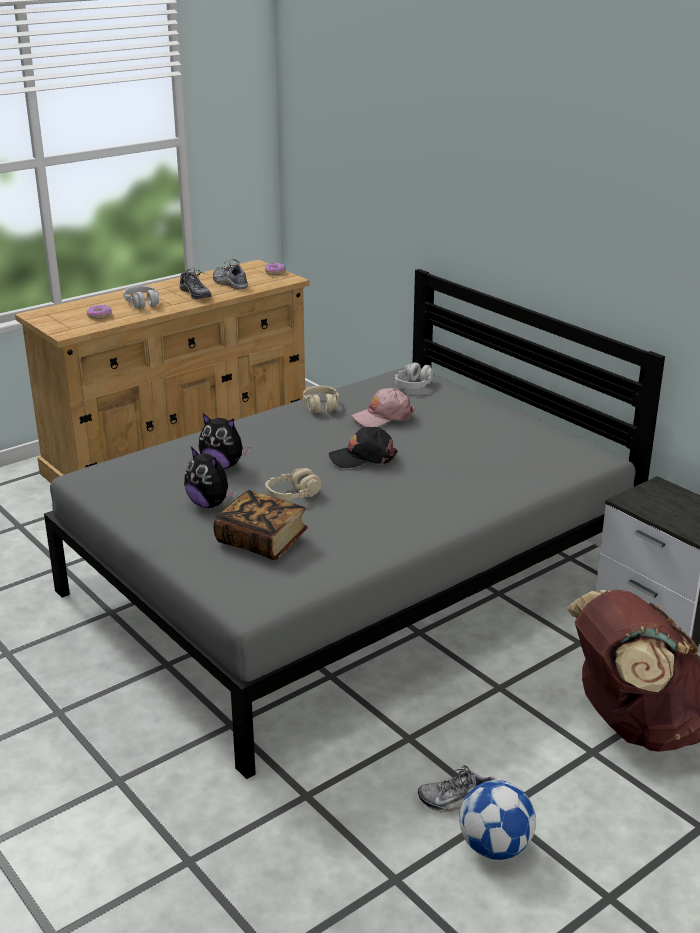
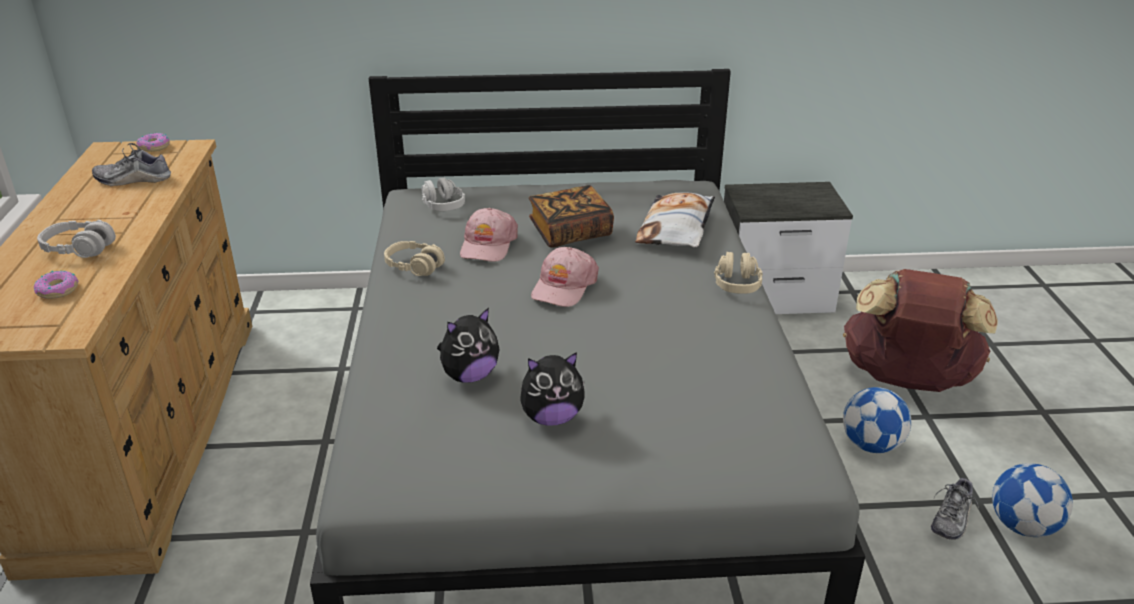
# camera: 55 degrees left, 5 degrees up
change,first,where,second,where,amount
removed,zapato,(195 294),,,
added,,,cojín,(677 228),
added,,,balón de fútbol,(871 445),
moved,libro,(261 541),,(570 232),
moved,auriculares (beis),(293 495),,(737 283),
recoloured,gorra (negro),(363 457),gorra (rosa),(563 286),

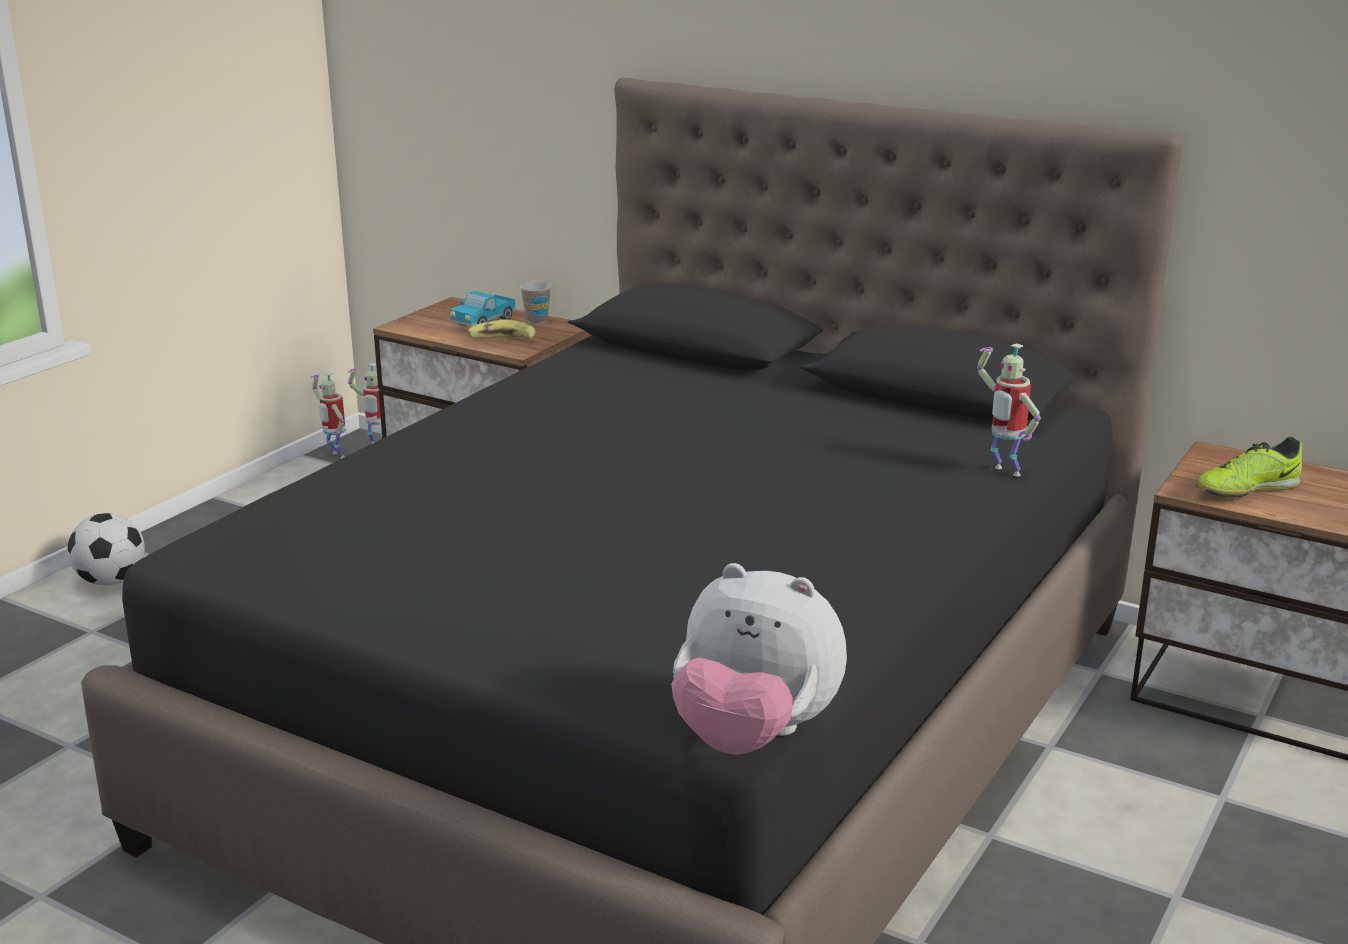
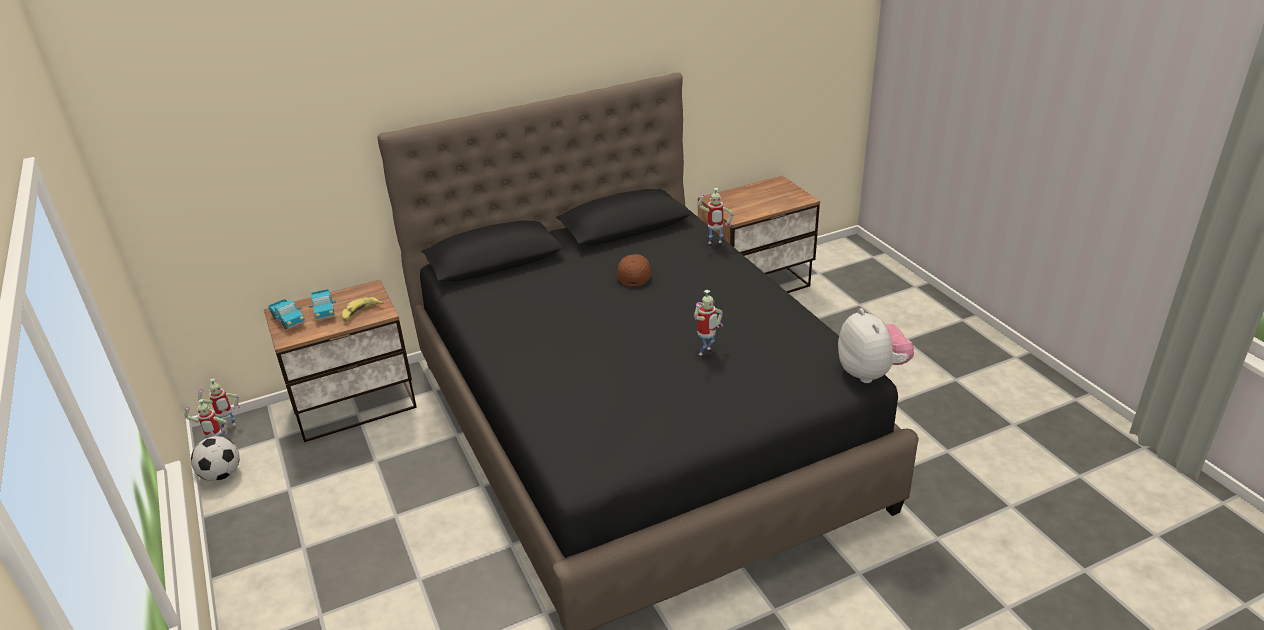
# camera: 55 degrees left, 10 degrees up
change,first,where,second,where,amount
removed,taza,(537 320),,,
removed,zapato,(1246 490),,,
added,,,camión de juguete,(288 320),
added,,,gorra (marrón),(634 275),
added,,,robot de juguete,(706 352),
moved,balón de fútbol,(112 581),,(221 474),
turned,peluche,(754 736),,(871 373),75 degrees counterclockwise

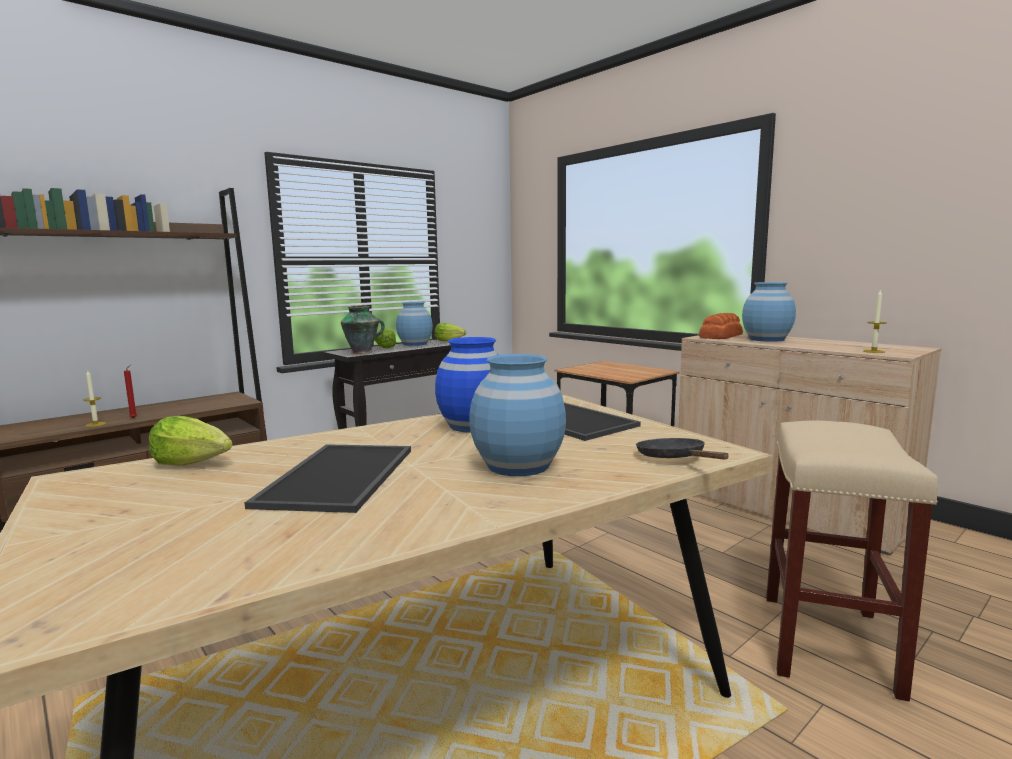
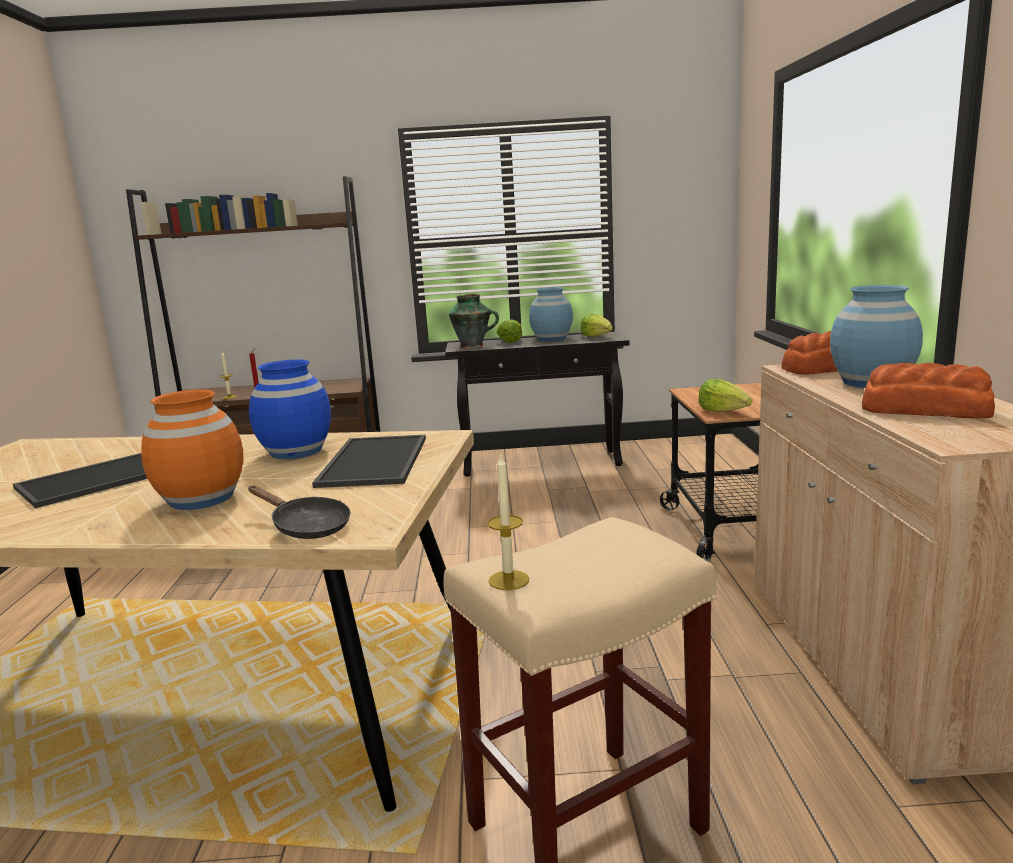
# camera: 40 degrees right, 5 degrees up
change,first,where,second,where,amount
added,,,pan,(923 410),
moved,lechuga,(193 463),,(724 411),
moved,vela,(874 351),,(509 580),
recoloured,florero (azul),(518 465),florero (naranja),(202 498),
turned,sartén (negro),(674 459),,(306 527),105 degrees clockwise

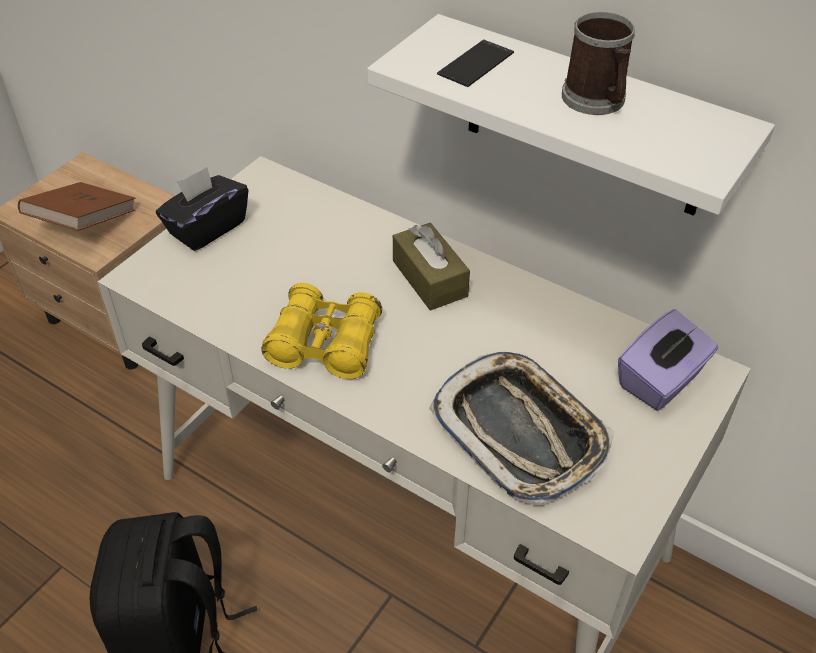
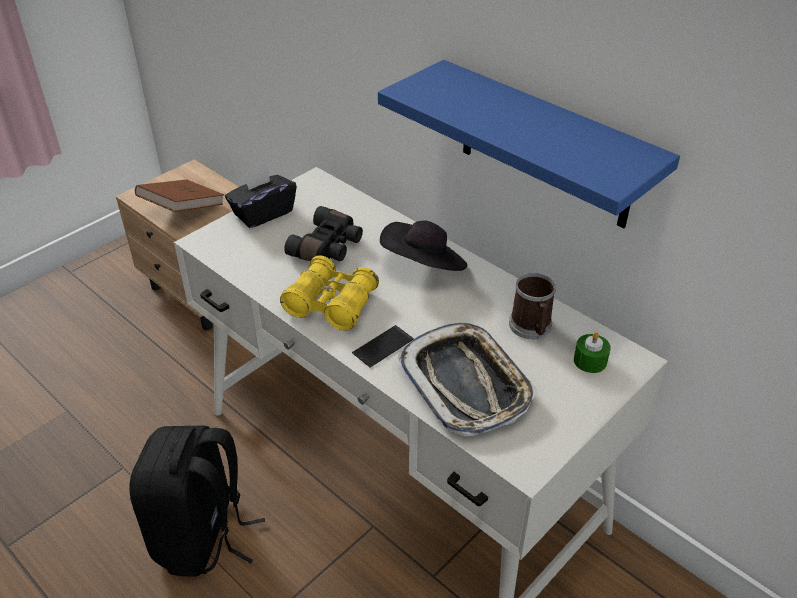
# camera: 10 degrees right, 5 degrees down
change,first,where,second,where,amount
added,,,prismáticos (negro),(328 247),
moved,móvil,(475 64),,(383 346),
moved,taza grande,(597 101),,(531 328),
replaced,caja de pañuelos (marrón),(429 278),sombrero (negro),(424 266),
replaced,caja de pañuelos (morado),(661 380),vela (verde),(590 361),
recoloured,estante (blanco),(585 119),estante (azul),(545 146),

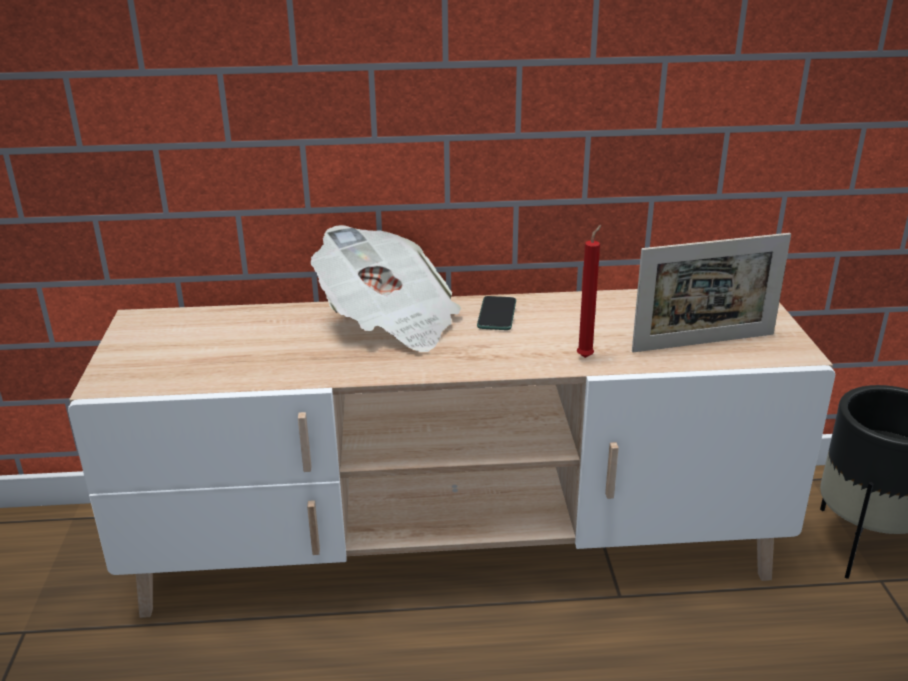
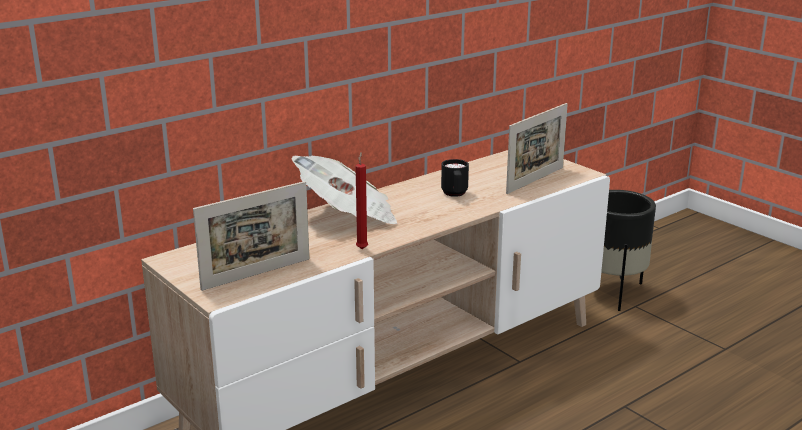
# camera: 35 degrees left, 5 degrees down
change,first,where,second,where,amount
removed,móvil,(497 314),,,
added,,,portarretratos,(256 274),
added,,,taza grande (negro),(455 194),
moved,vela (rojo),(586 356),,(362 248),

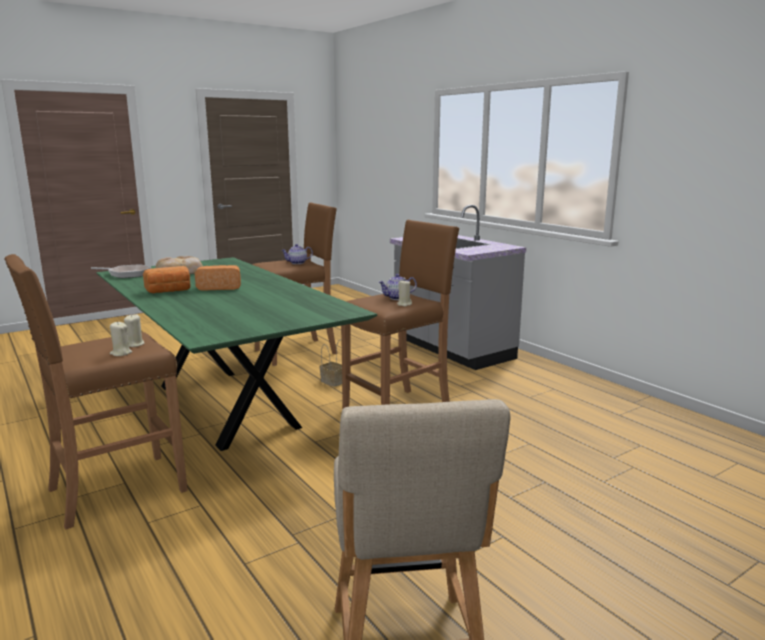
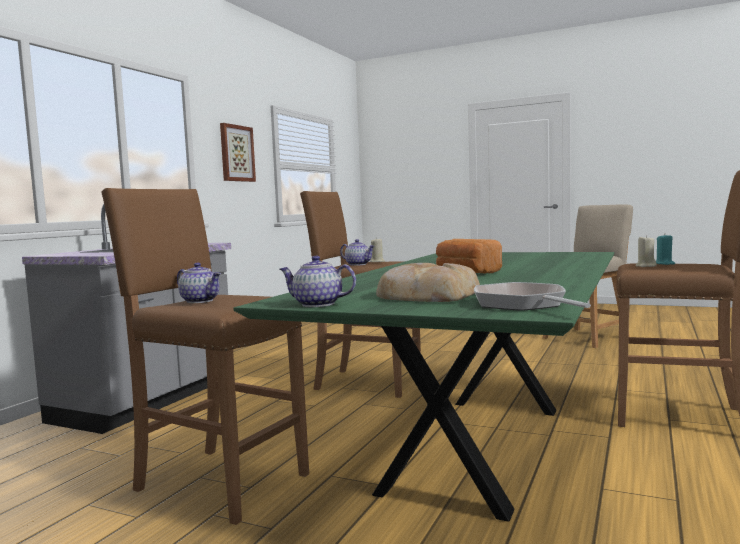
# camera: 120 degrees left, 10 degrees down
change,first,where,second,where,amount
removed,pan,(169 291),,,
removed,cesta,(334 381),,,
added,,,cuadro,(236 153),
added,,,tetera,(317 304),
recoloured,vela (beis),(121 353),vela (turquesa),(664 264),

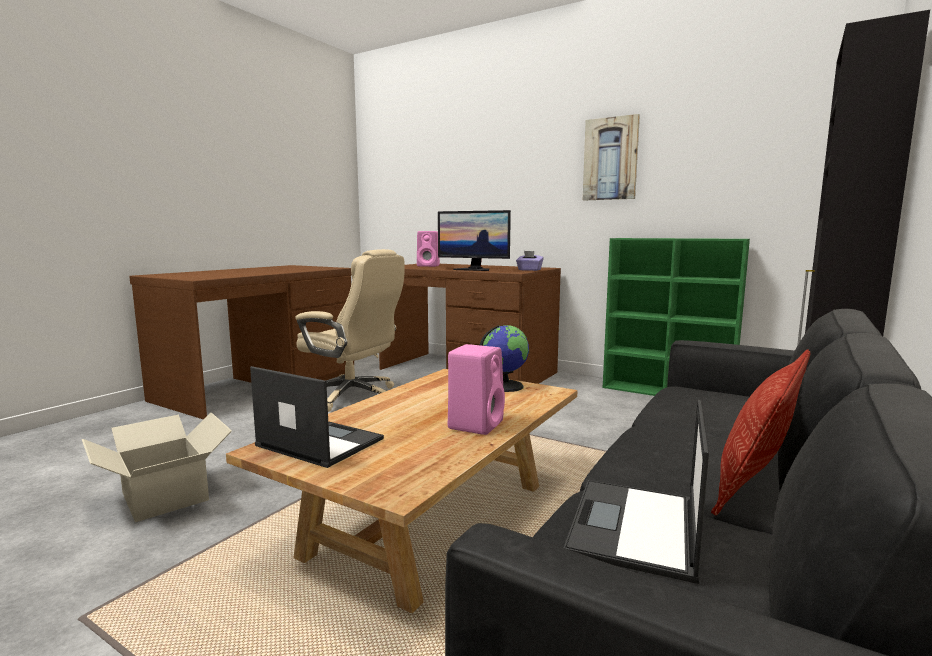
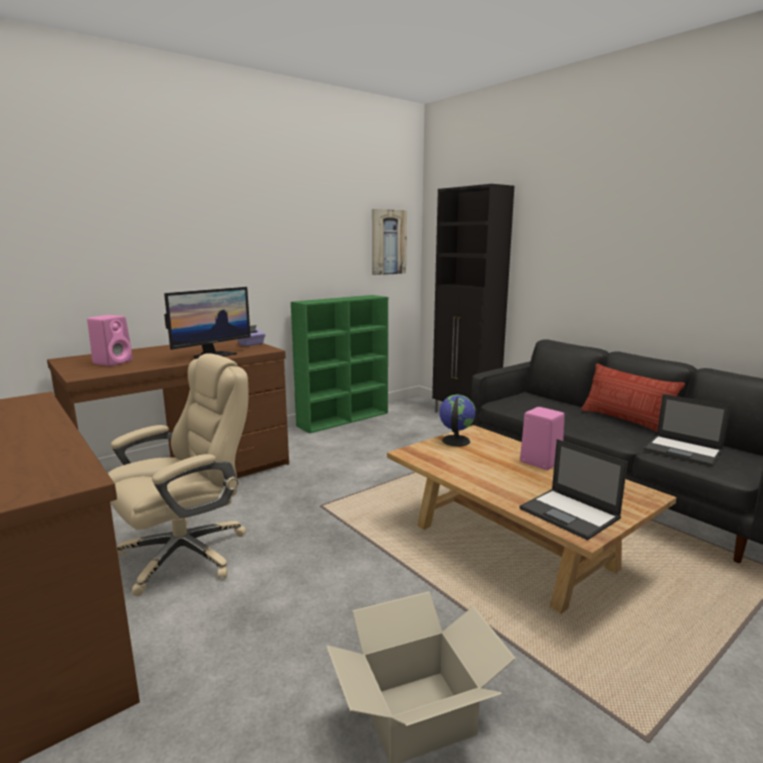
# camera: 70 degrees left, 5 degrees up
change,first,where,second,where,amount
moved,cuadro,(610 159),,(388 242),
turned,portátil,(318 442),,(570 514),90 degrees counterclockwise

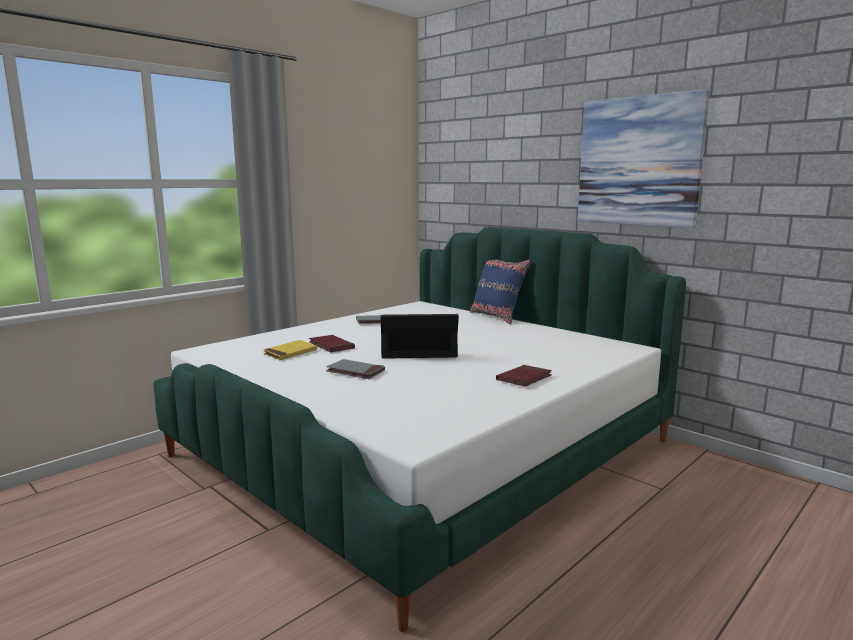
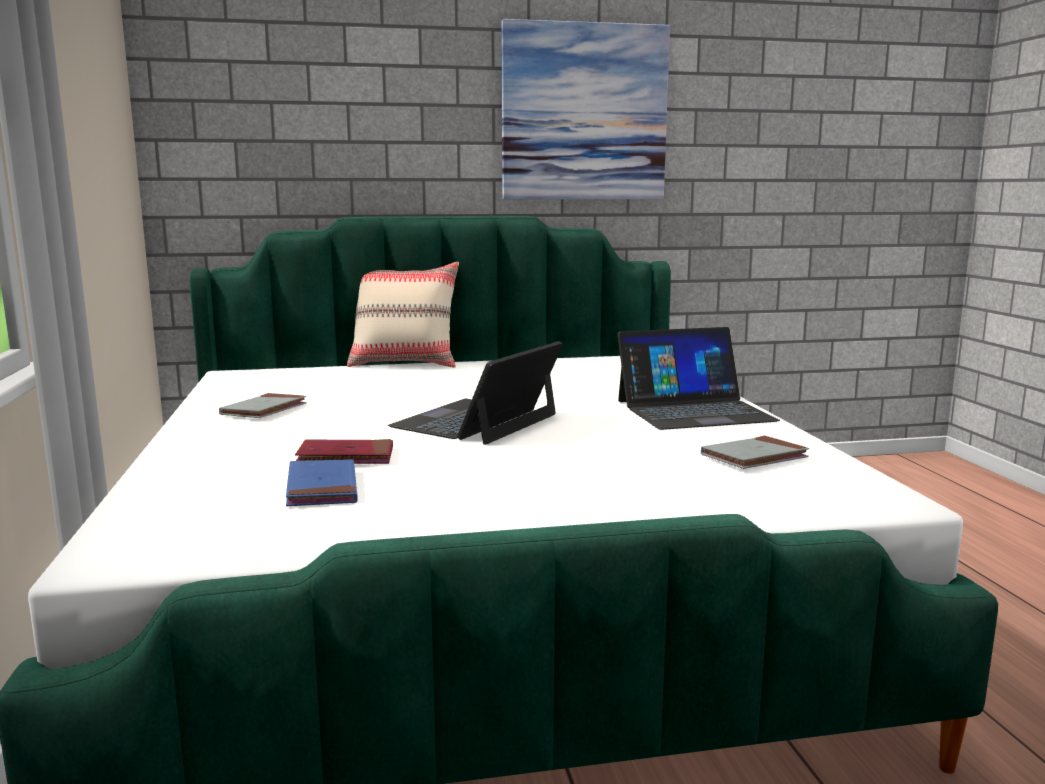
# camera: 55 degrees left, 0 degrees up
change,first,where,second,where,amount
moved,libro (gris),(355 372),,(754 457),
replaced,libro (rojo),(524 378),portátil,(694 410),
recoloured,libro (amarillo),(290 352),libro (azul),(322 488),
recoloured,cojín (azul),(497 316),cojín (beis),(404 363),

